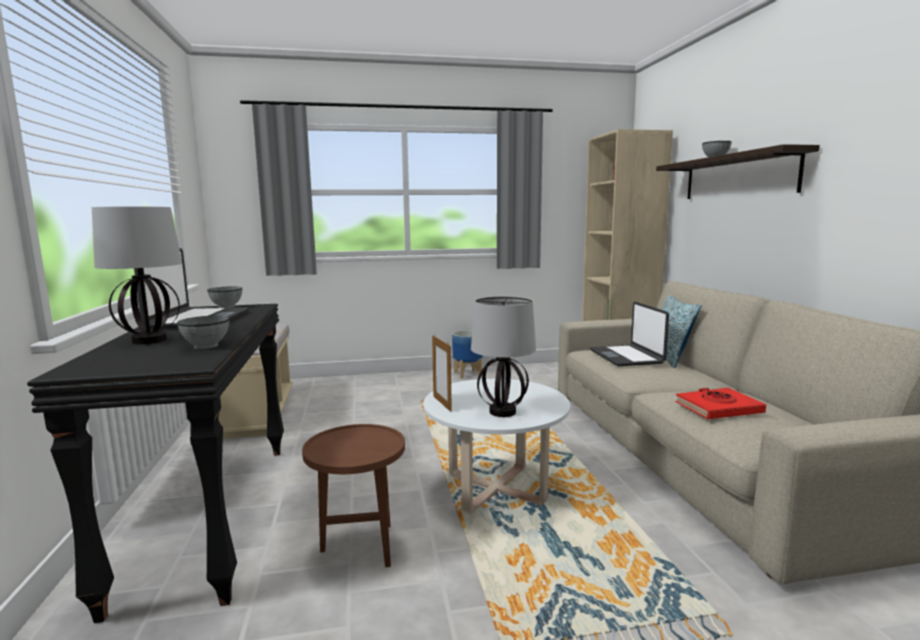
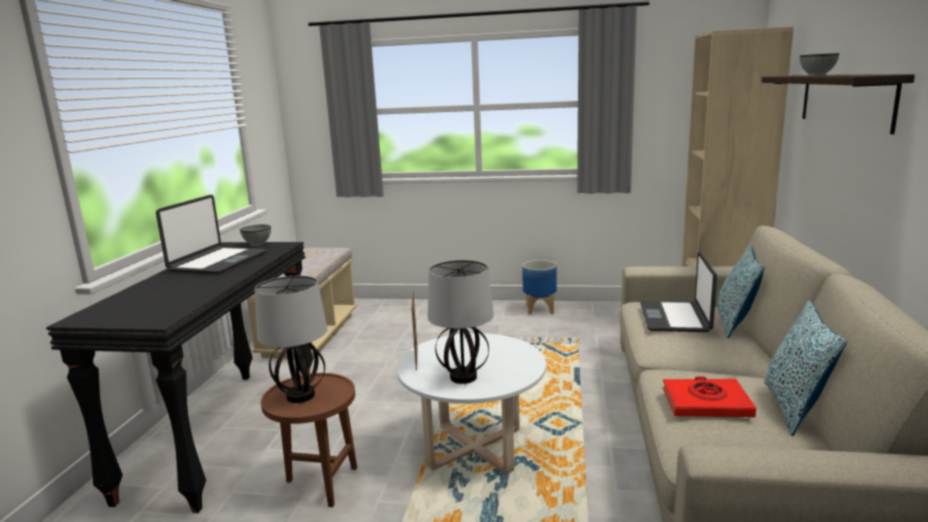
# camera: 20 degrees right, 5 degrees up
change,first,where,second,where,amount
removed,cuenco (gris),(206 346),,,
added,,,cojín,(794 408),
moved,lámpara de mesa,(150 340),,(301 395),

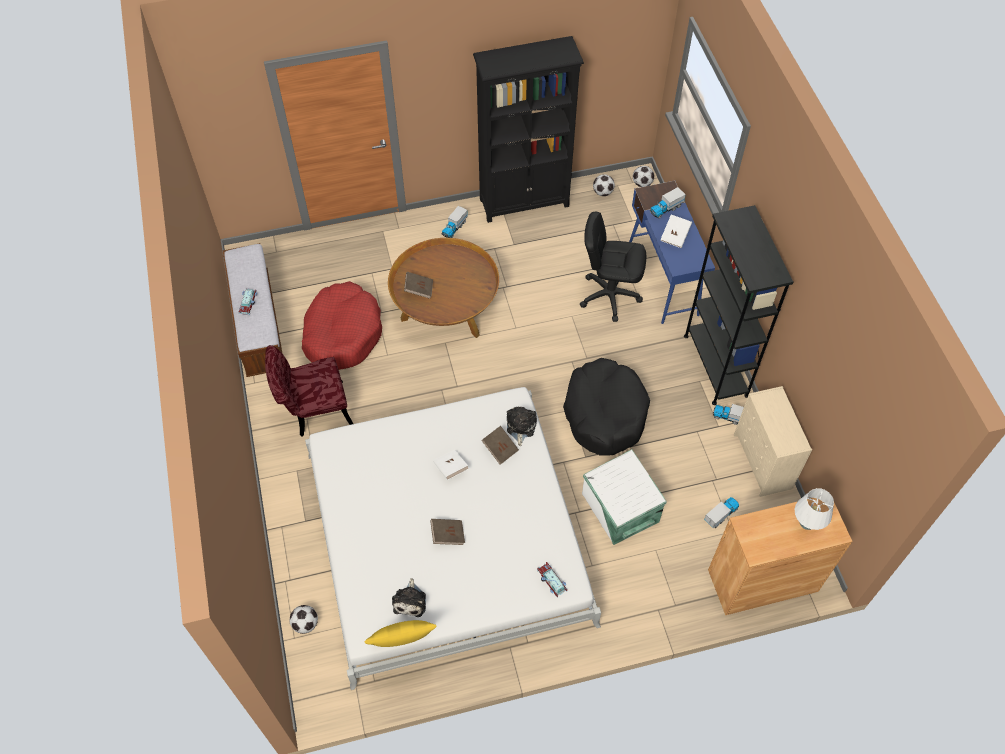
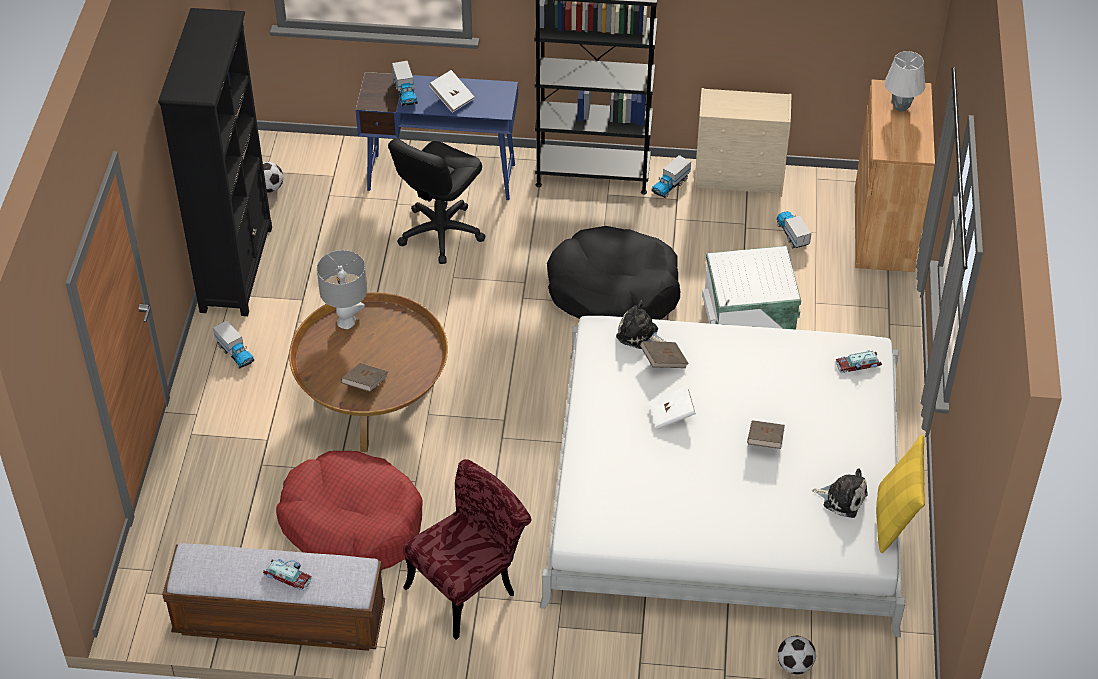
# camera: 70 degrees left, 10 degrees down
change,first,where,second,where,amount
removed,balón de fútbol,(642 184),,,
added,,,lámpara de mesa (gris),(346 321),
turned,silla (rojo),(314 411),,(469 585),135 degrees counterclockwise

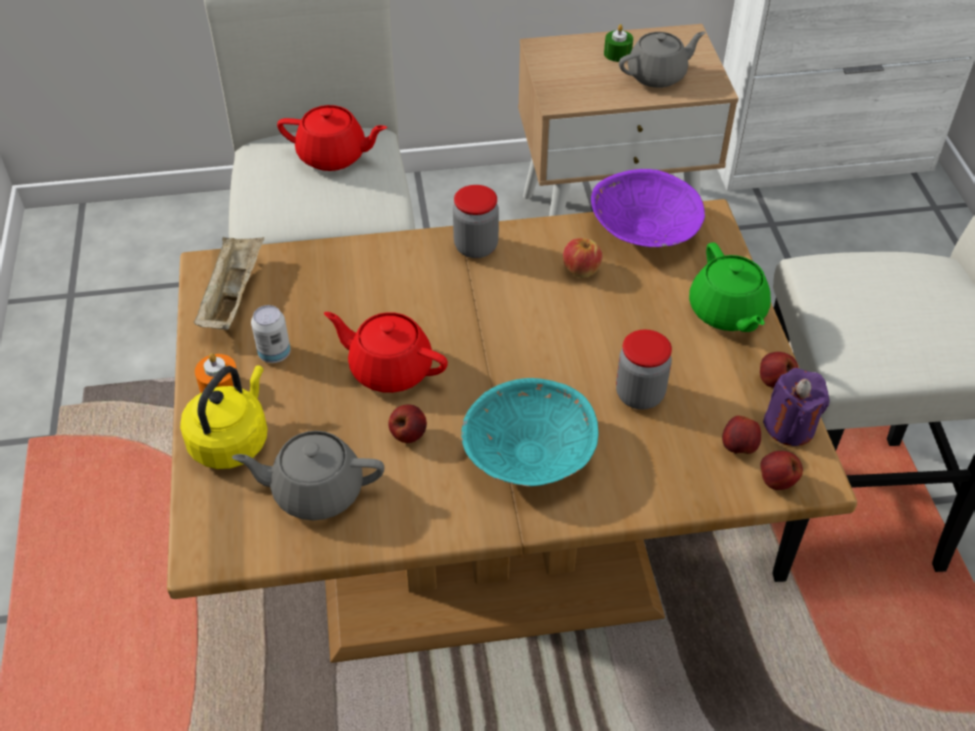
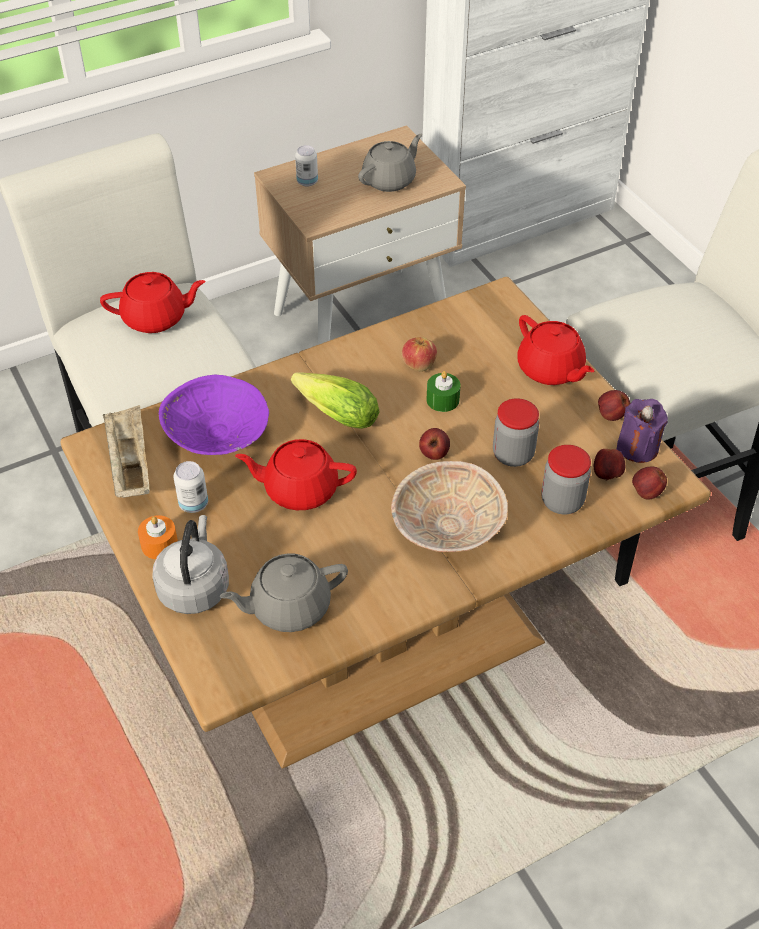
# camera: 20 degrees left, 0 degrees up
change,first,where,second,where,amount
added,,,lechuga,(333 413),
added,,,lata,(307 182),
moved,manzana,(408 435),,(434 454),
moved,tarro,(476 247),,(562 501),
moved,cuenco (morado),(645 231),,(218 435),
moved,vela (verde),(617 54),,(442 400),
recoloured,hervidor (amarillo),(232 440),hervidor (gris),(194 586),
recoloured,cuenco (turquesa),(527 453),cuenco (beis),(447 526),
recoloured,tetera (verde),(727 312),tetera (rojo),(550 370),

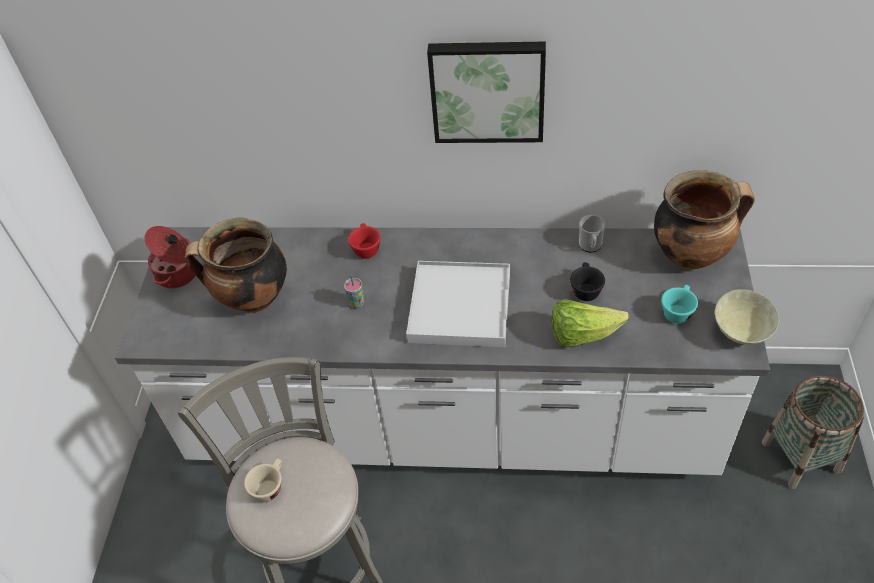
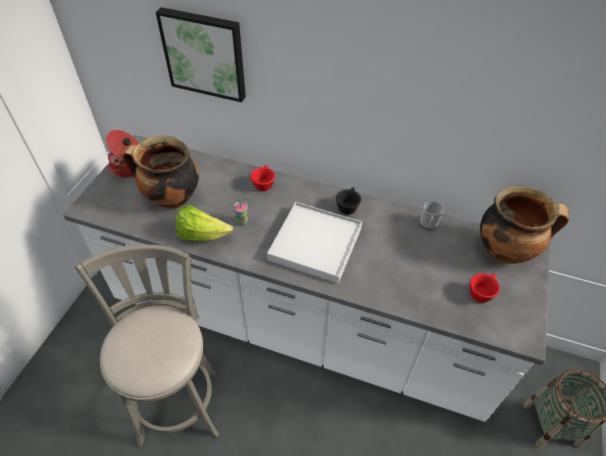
# camera: 10 degrees right, 0 degrees up
change,first,where,second,where,amount
removed,taza (beis),(270 486),,,
removed,cuenco (beis),(740 333),,,
moved,cuadro,(487 90),,(205 54),
moved,lechuga,(582 335),,(202 235),
moved,taza (negro),(585 289),,(347 206),
recoloured,taza (turquesa),(677 311),taza (rojo),(481 292),

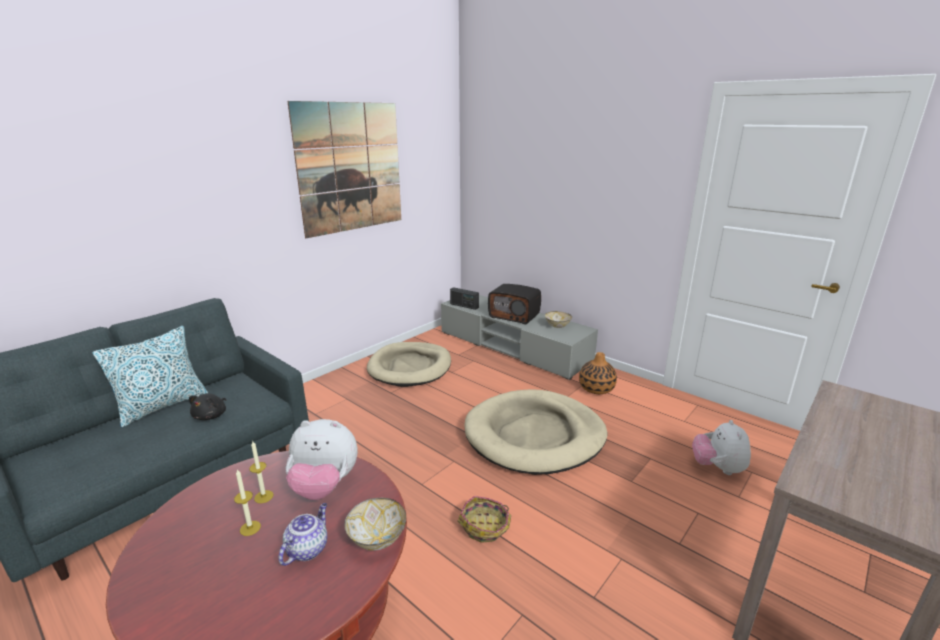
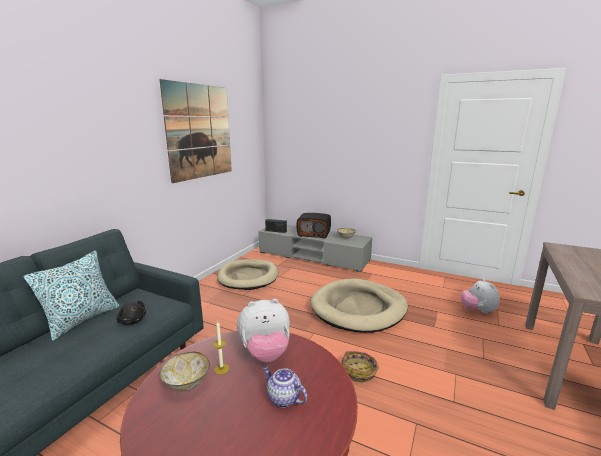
# camera: 15 degrees left, 5 degrees down
change,first,where,second,where,amount
removed,vela,(250 528),,,
removed,florero,(596 388),,,
moved,cuenco,(377 539),,(187 383),
turned,peluche (negro),(211 416),,(132 321),45 degrees counterclockwise
turned,tetera,(307 549),,(283 398),60 degrees counterclockwise

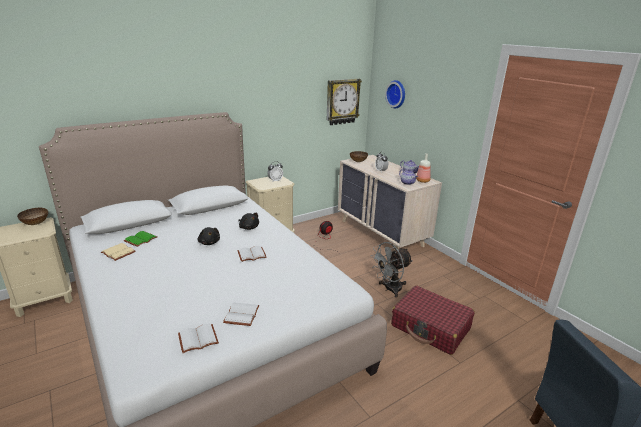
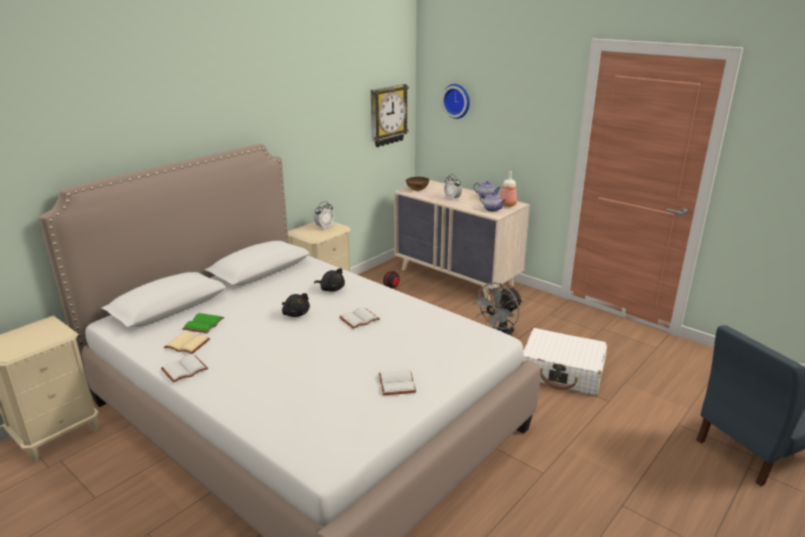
# camera: 15 degrees left, 0 degrees up
change,first,where,second,where,amount
removed,cuenco,(35 223),,,
moved,libro (blanco),(197 340),,(184 370),
recoloured,maleta (rojo),(430 327),maleta (blanco),(562 372),

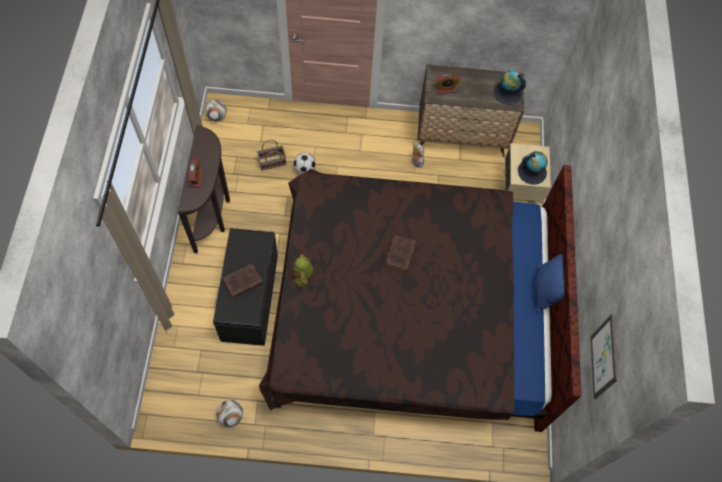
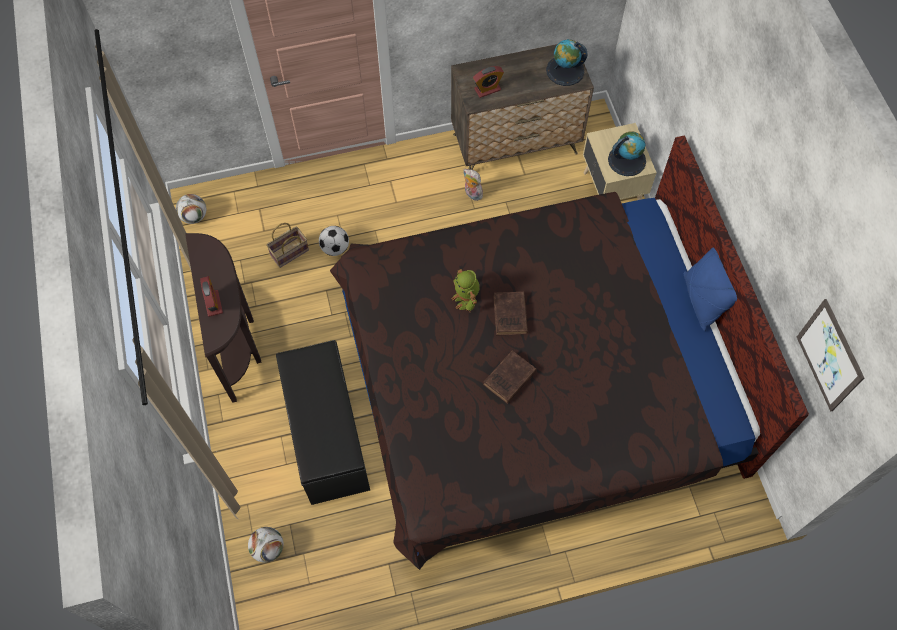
# camera: 15 degrees left, 0 degrees up
change,first,where,second,where,amount
moved,balón de fútbol,(231 416),,(268 548),
moved,libro (marrón),(242 282),,(508 379),
moved,robot de juguete,(303 277),,(466 299),

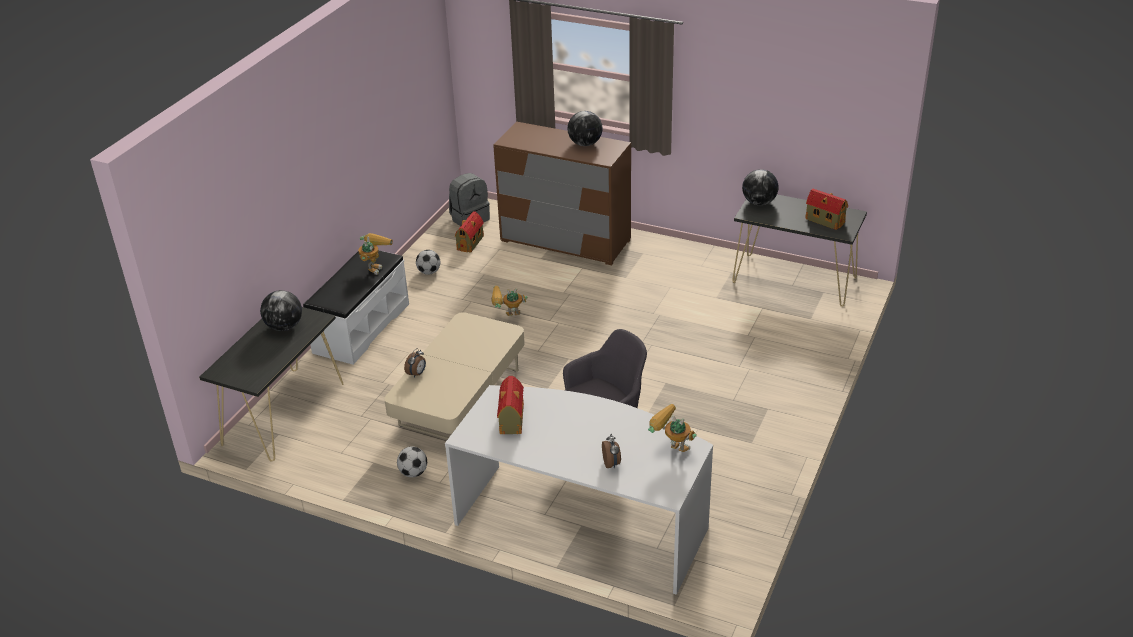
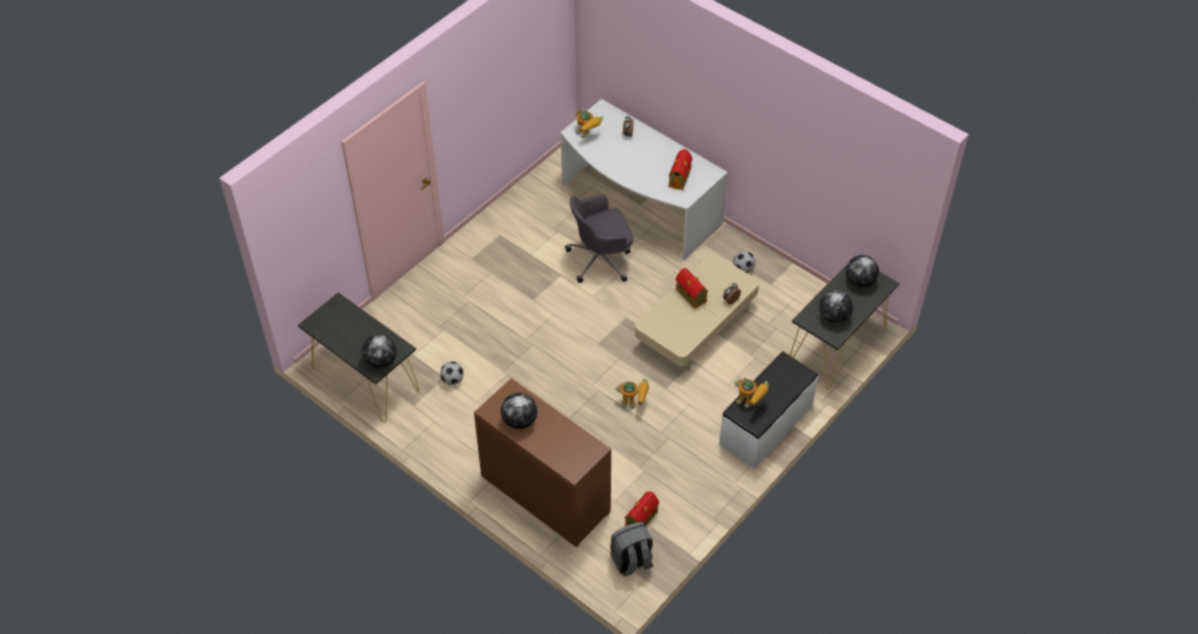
# camera: 165 degrees left, 15 degrees up
change,first,where,second,where,amount
added,,,globo terráqueo,(860 282),
moved,balón de fútbol,(429 272),,(453 380),
moved,casita,(824 220),,(691 296),
turned,robot de juguete,(374 266),,(750 403),90 degrees counterclockwise

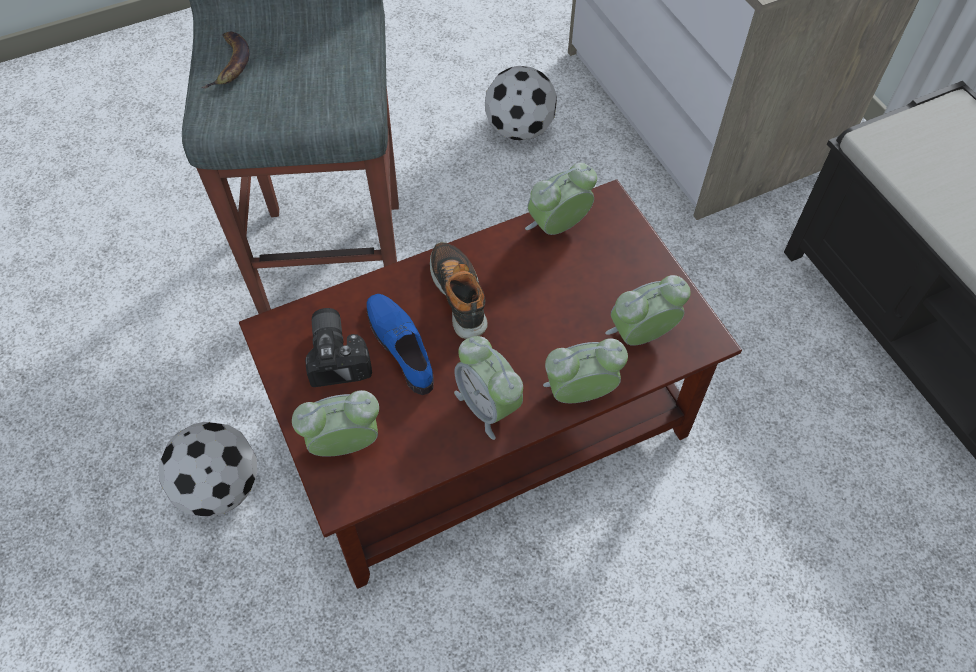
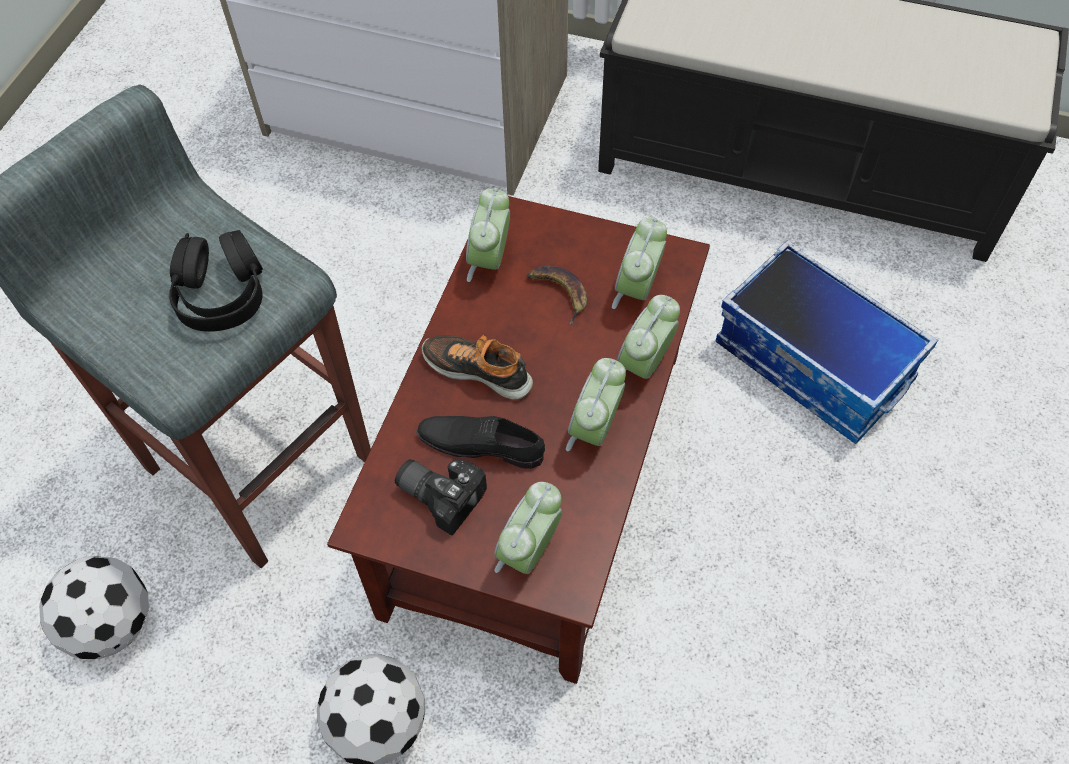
# camera: 45 degrees left, 0 degrees up
change,first,where,second,where,amount
added,,,auriculares (negro),(222 294),
added,,,caja de almacenaje,(814 362),
moved,plátano,(230 63),,(559 293),
moved,balón de fútbol,(519 128),,(111 623),
recoloured,zapato (azul),(402 345),zapato (negro),(481 443),
turned,despertador,(488 405),,(595 429),105 degrees clockwise

